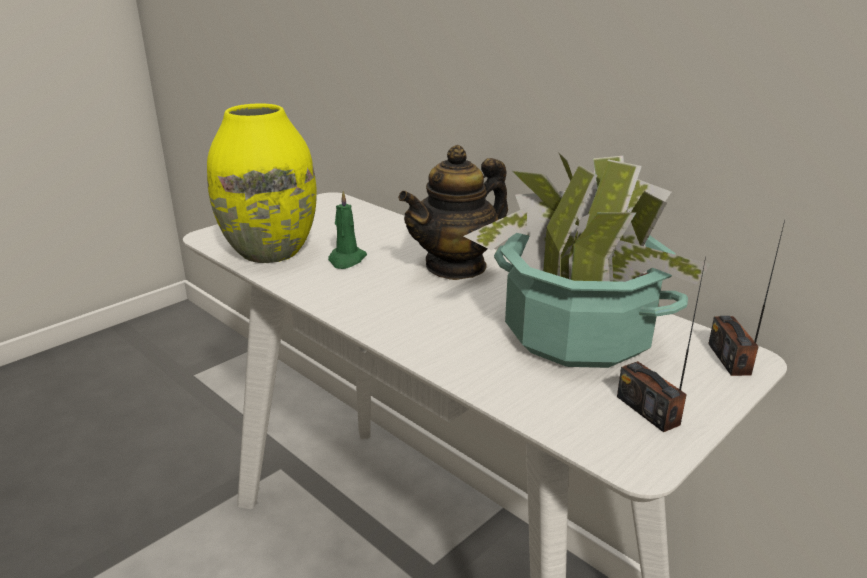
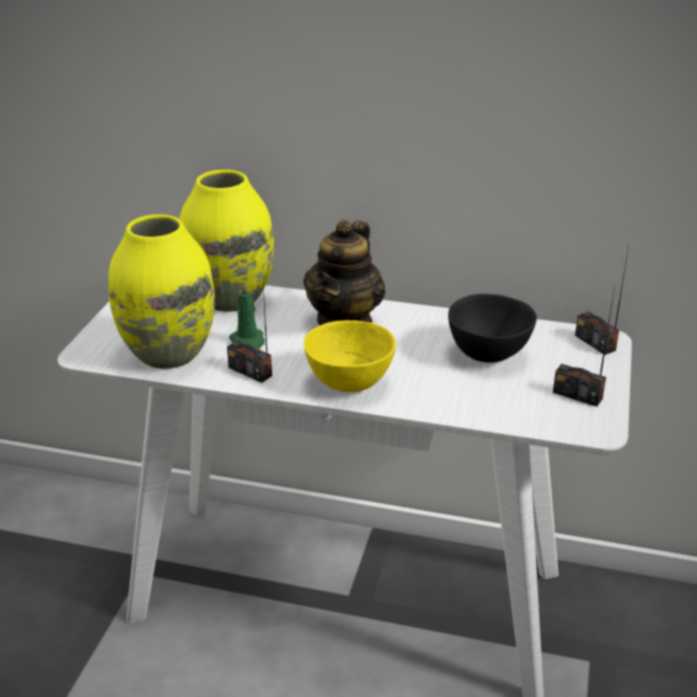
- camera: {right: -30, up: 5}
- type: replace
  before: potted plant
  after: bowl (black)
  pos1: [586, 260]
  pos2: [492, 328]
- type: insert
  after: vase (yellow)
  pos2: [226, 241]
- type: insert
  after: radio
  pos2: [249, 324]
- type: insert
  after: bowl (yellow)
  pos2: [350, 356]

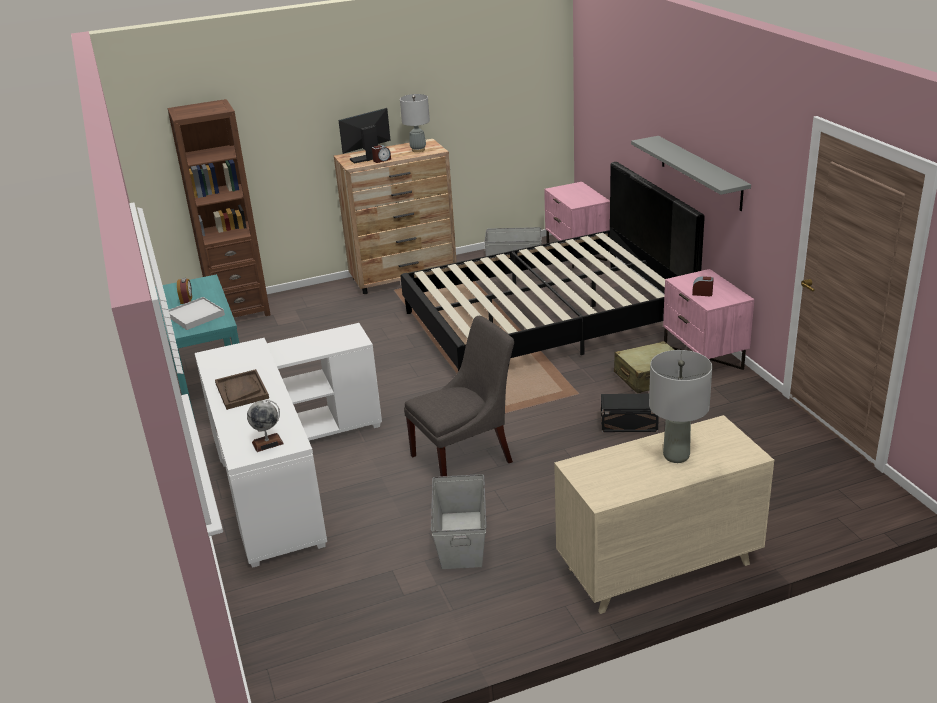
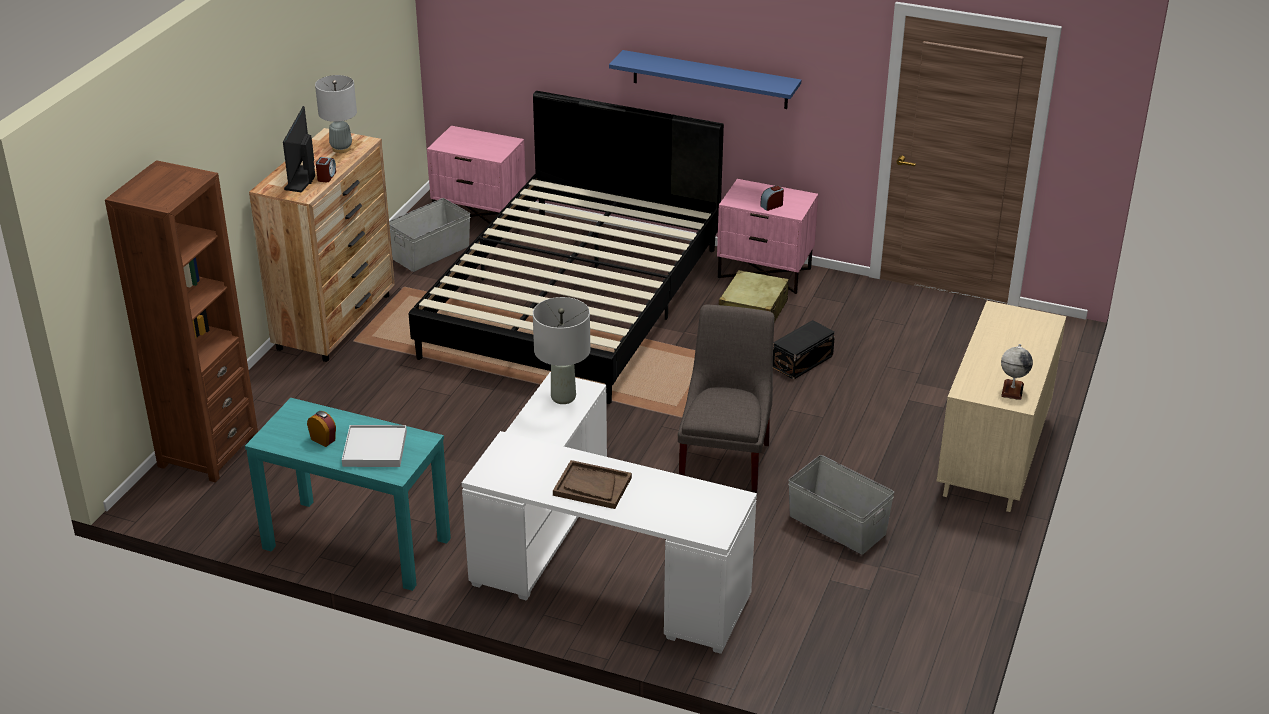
- camera: {right: -50, up: 5}
- type: recolor
  before: shelf (grey)
  after: shelf (blue)
  pos1: [691, 173]
  pos2: [705, 79]
- type: move
  before: table lamp (grey)
  pos1: [680, 406]
  pos2: [561, 350]
- type: move
  before: globe
  pos1: [265, 425]
  pos2: [1017, 372]

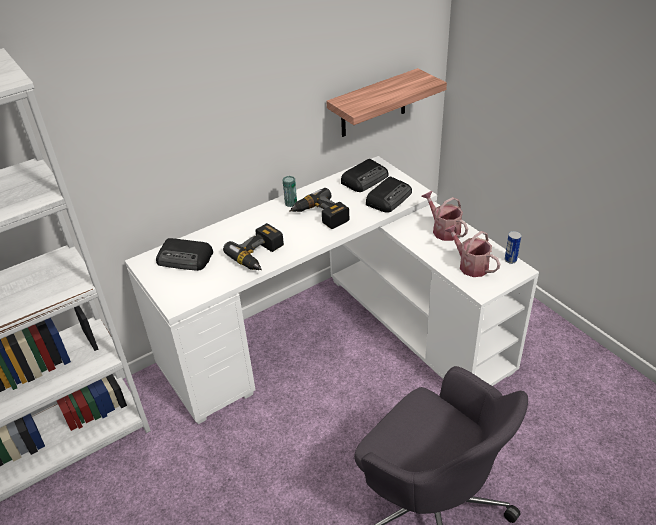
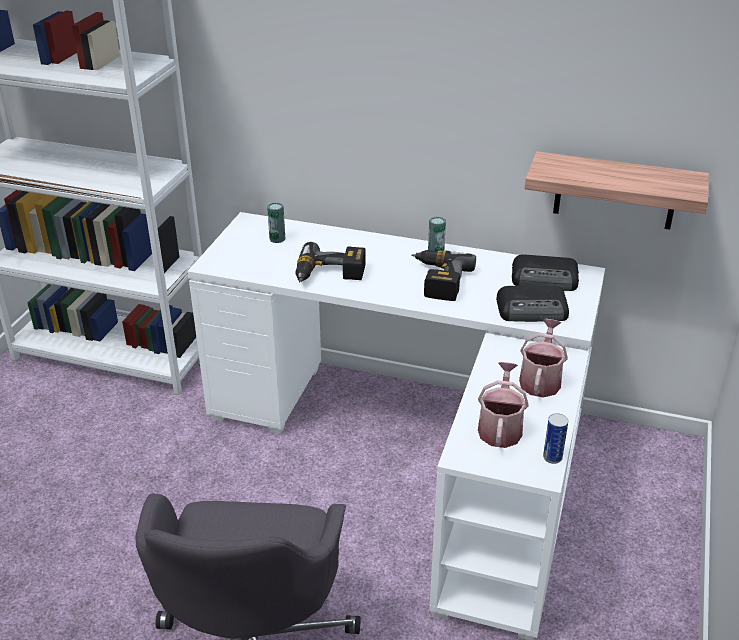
- camera: {right: 50, up: -5}
- type: replace
  before: radio
  after: can
  pos1: [184, 254]
  pos2: [276, 223]

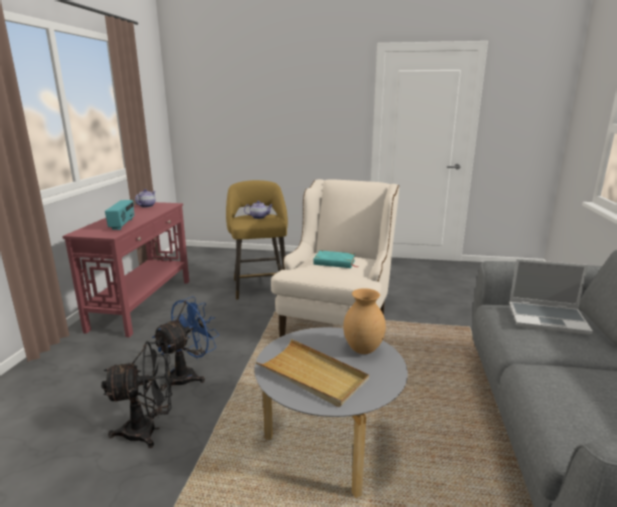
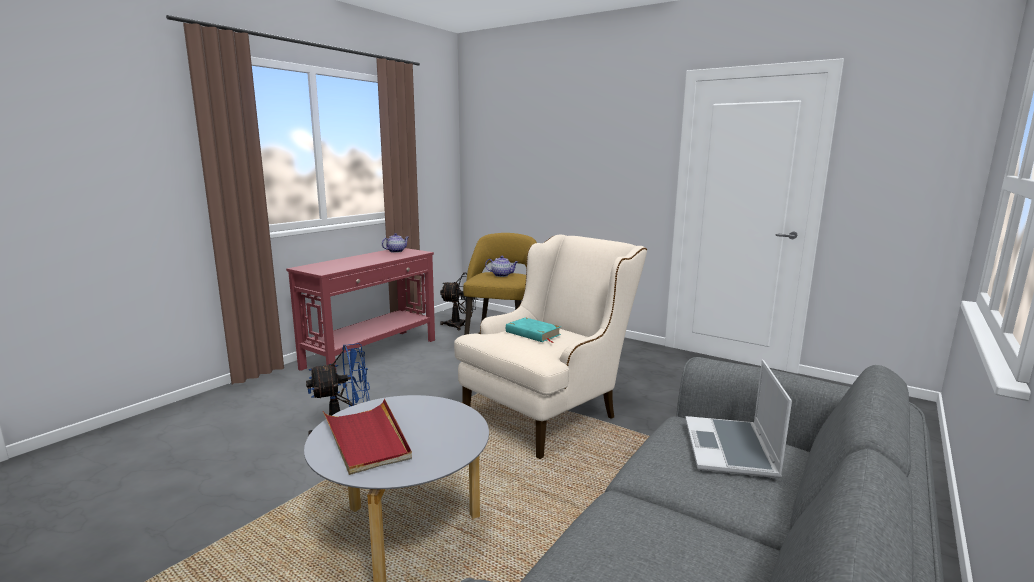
- camera: {right: 25, up: -5}
- type: delete
  before: radio
  pos1: [119, 215]
- type: rotate
  before: laptop
  pos1: [551, 297]
  pos2: [738, 419]
  turn: 60
- type: delete
  before: vase (brown)
  pos1: [364, 321]
- type: recolor
  before: tray (beige)
  after: tray (red)
  pos1: [312, 373]
  pos2: [367, 437]
- type: move
  before: fan (black)
  pos1: [136, 394]
  pos2: [459, 301]

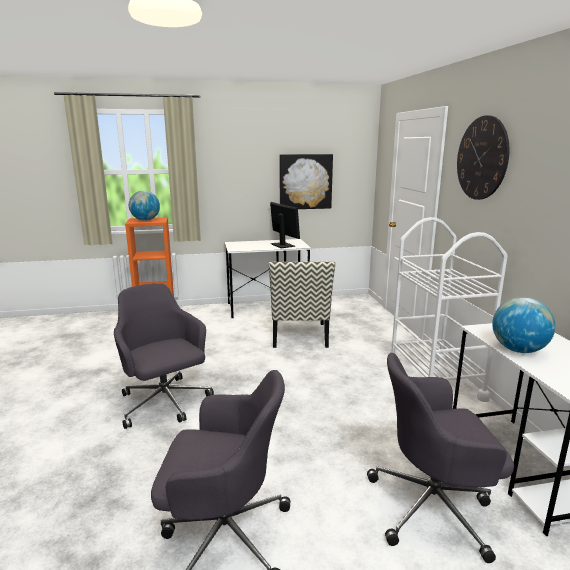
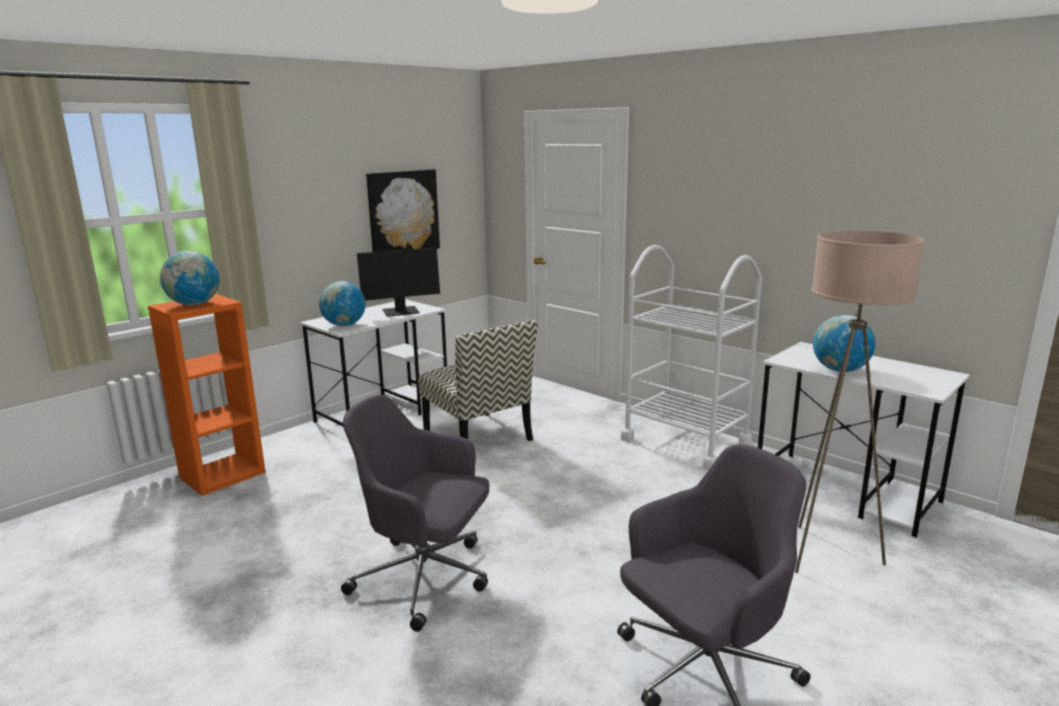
- camera: {right: -35, up: 0}
- type: delete
  before: wall clock
  pos1: [483, 157]
- type: rotate
  before: monitor
  pos1: [285, 225]
  pos2: [398, 282]
  turn: 135
- type: replace
  before: office chair (grey)
  after: floor lamp (beige)
  pos1: [440, 458]
  pos2: [860, 401]
- type: insert
  after: globe
  pos2: [342, 303]

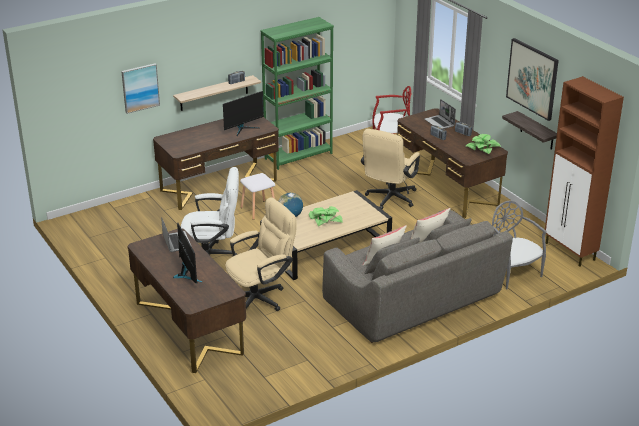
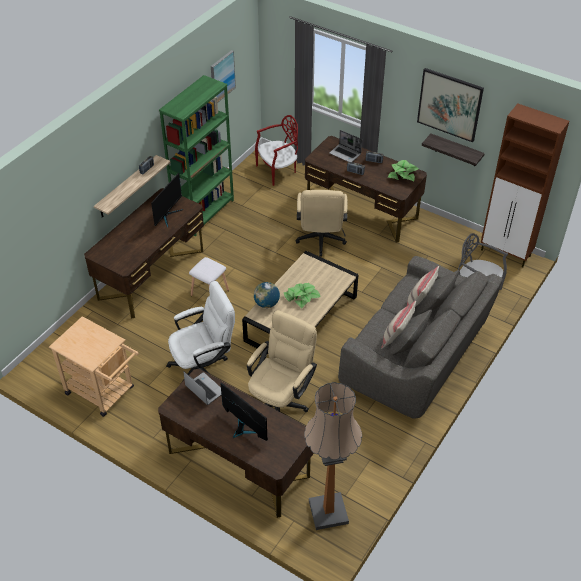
- camera: {right: -25, up: 15}
- type: move
  before: picture
  pos1: [140, 88]
  pos2: [223, 76]
- type: insert
  after: cart (beige)
  pos2: [94, 366]
- type: insert
  after: floor lamp
  pos2: [333, 456]

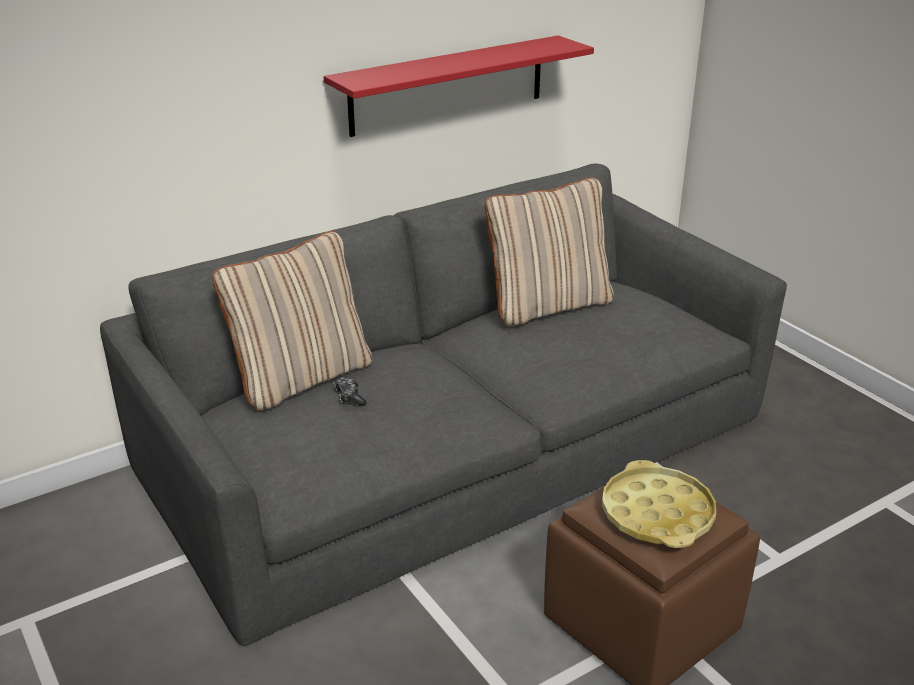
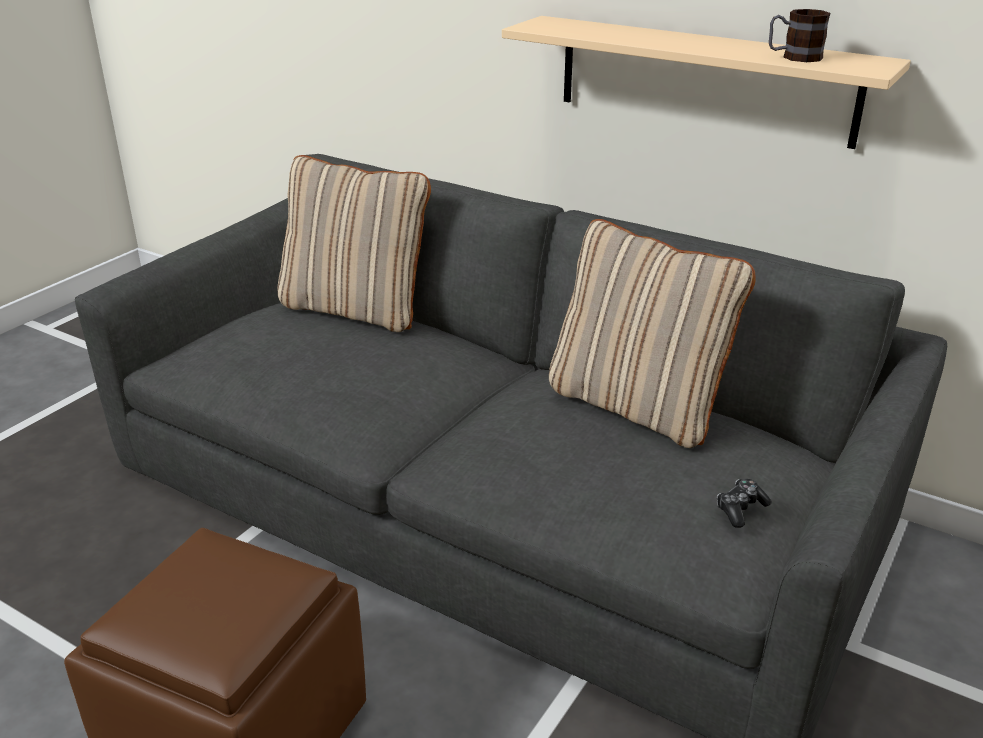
- camera: {right: 65, up: 0}
- type: recolor
  before: shelf (red)
  after: shelf (beige)
  pos1: [459, 86]
  pos2: [706, 82]
- type: move
  before: game controller
  pos1: [350, 391]
  pos2: [744, 503]
- type: delete
  before: tray (yellow)
  pos1: [659, 504]
- type: insert
  after: mug
  pos2: [800, 35]

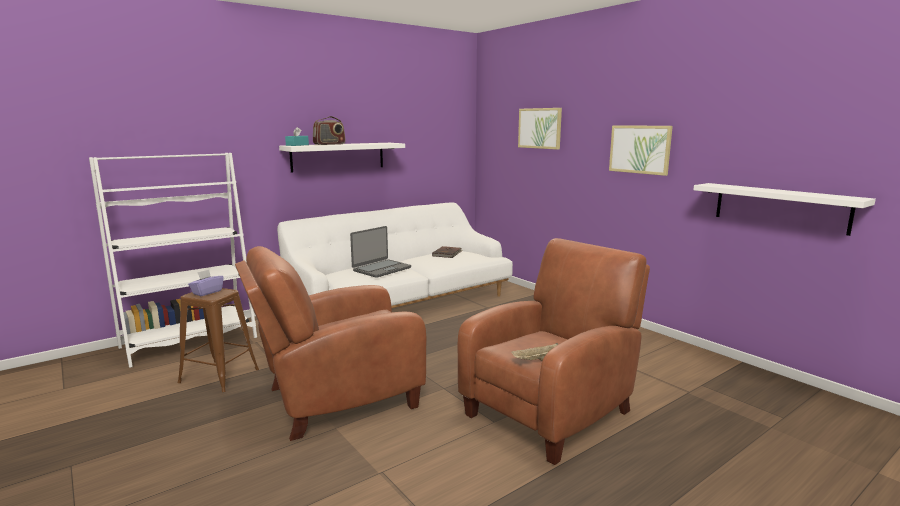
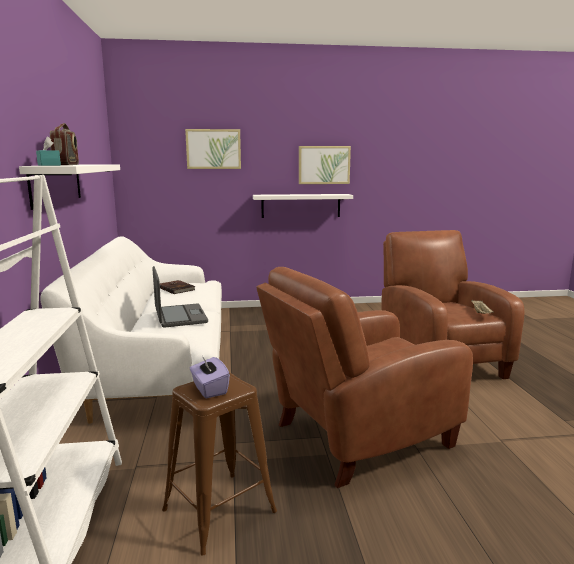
- camera: {right: -60, up: 0}
- type: move
  before: shelf (white)
  pos1: [785, 209]
  pos2: [303, 206]
- type: rotate
  before: armchair (brown)
  pos1: [330, 343]
  pos2: [364, 377]
  turn: 60

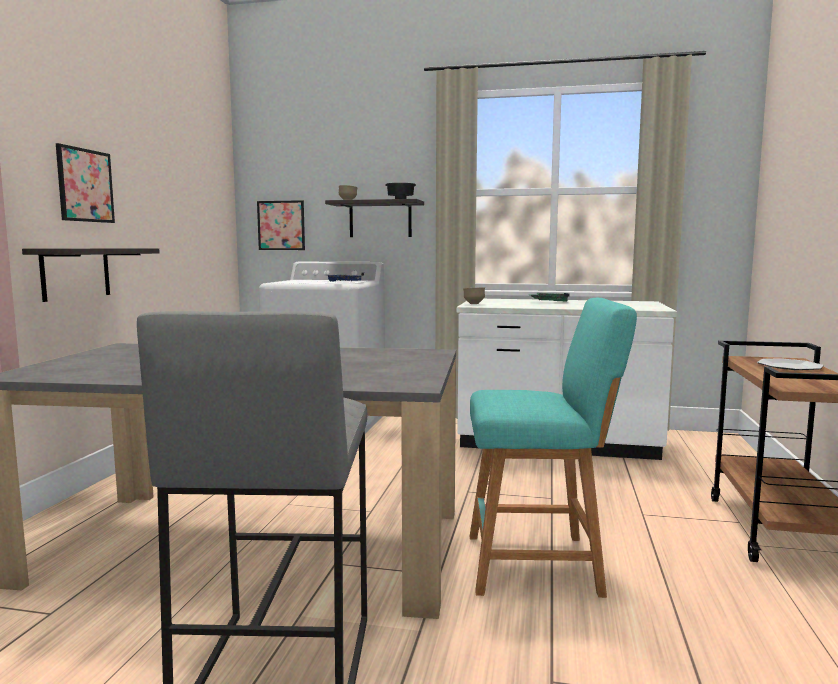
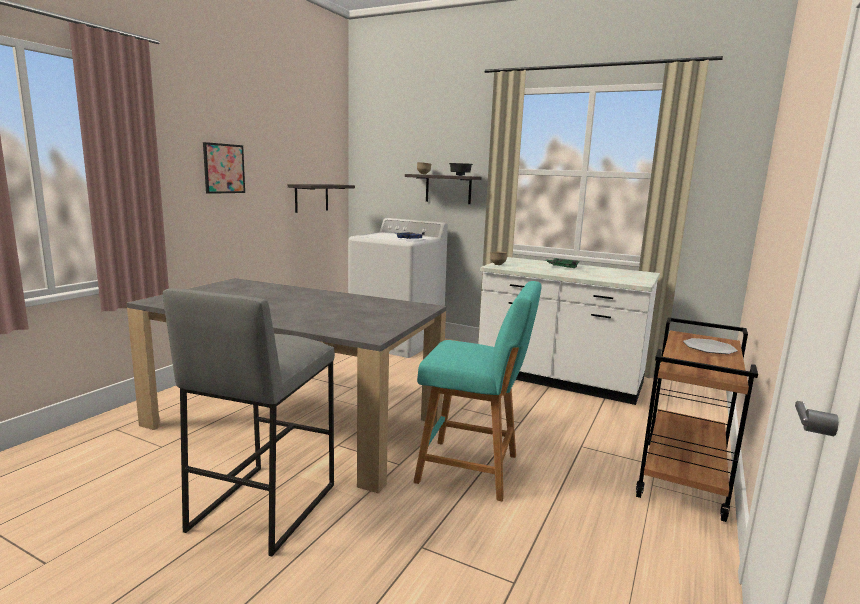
- camera: {right: 15, up: 5}
- type: delete
  before: picture
  pos1: [281, 225]
- type: move
  before: shelf
  pos1: [91, 275]
  pos2: [321, 198]

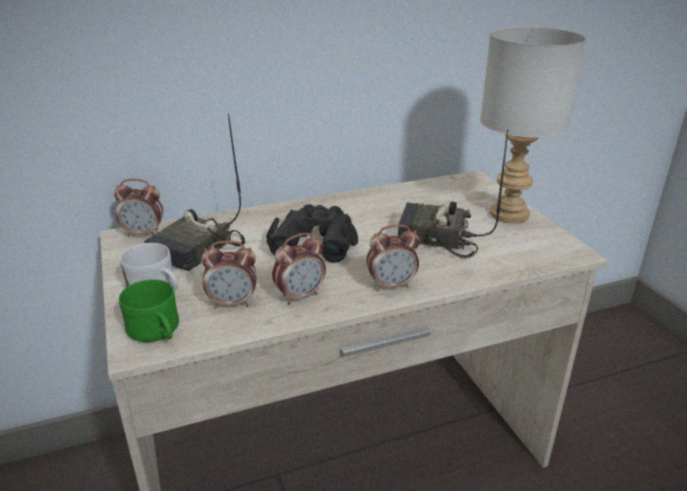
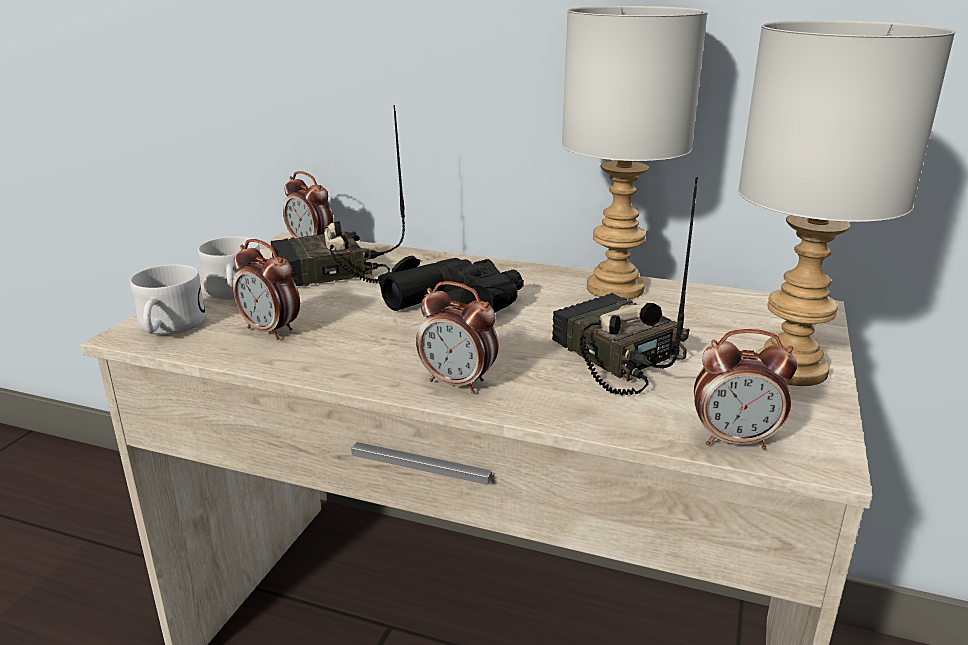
- camera: {right: 40, up: -5}
- type: move
  before: alarm clock
  pos1: [299, 269]
  pos2: [746, 389]
- type: recolor
  before: mug (green)
  after: mug (white)
  pos1: [149, 310]
  pos2: [167, 299]
- type: insert
  after: table lamp (grey)
  pos2: [635, 153]

